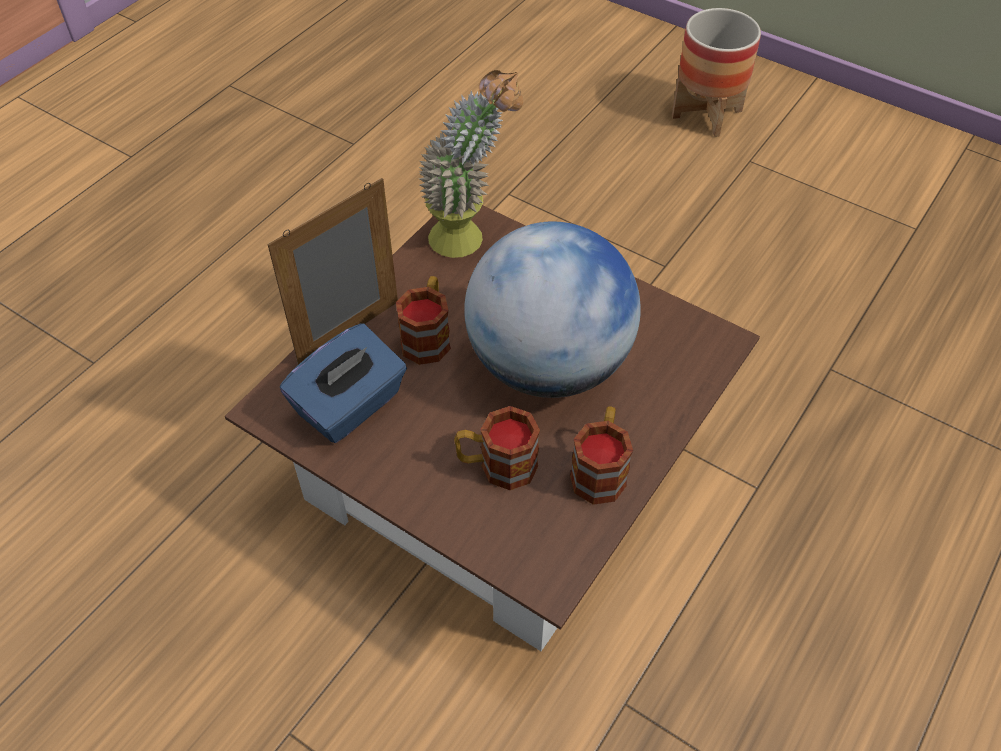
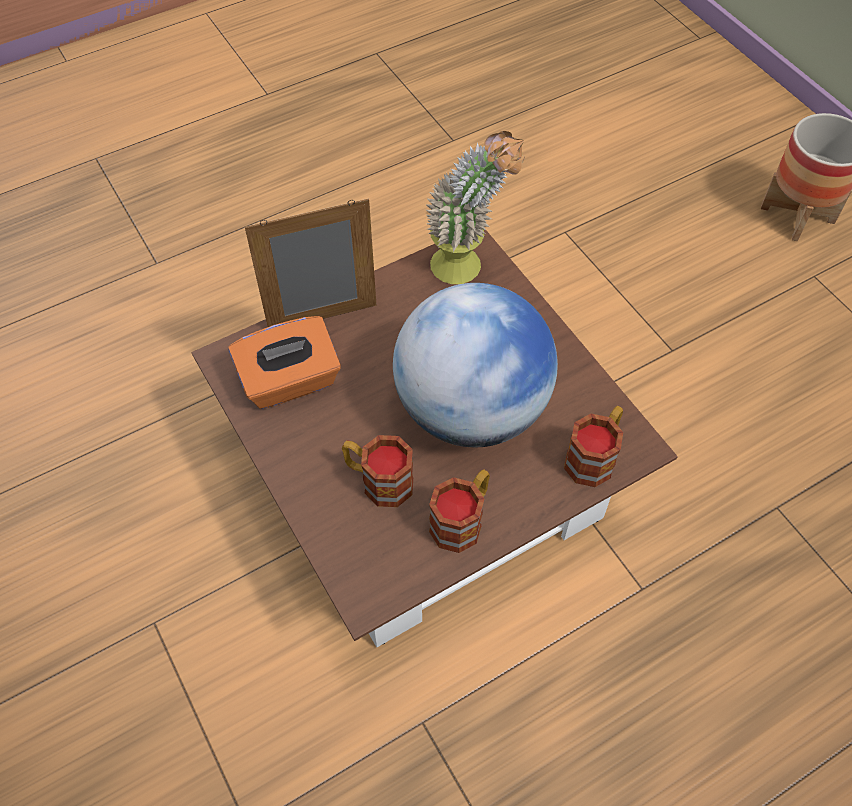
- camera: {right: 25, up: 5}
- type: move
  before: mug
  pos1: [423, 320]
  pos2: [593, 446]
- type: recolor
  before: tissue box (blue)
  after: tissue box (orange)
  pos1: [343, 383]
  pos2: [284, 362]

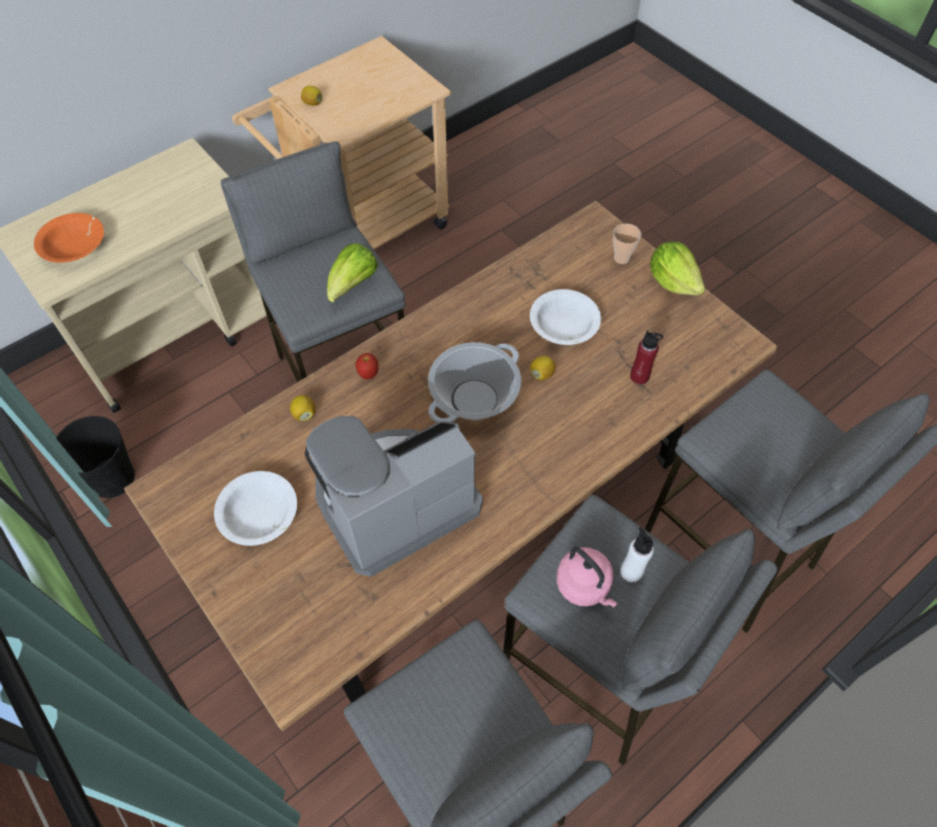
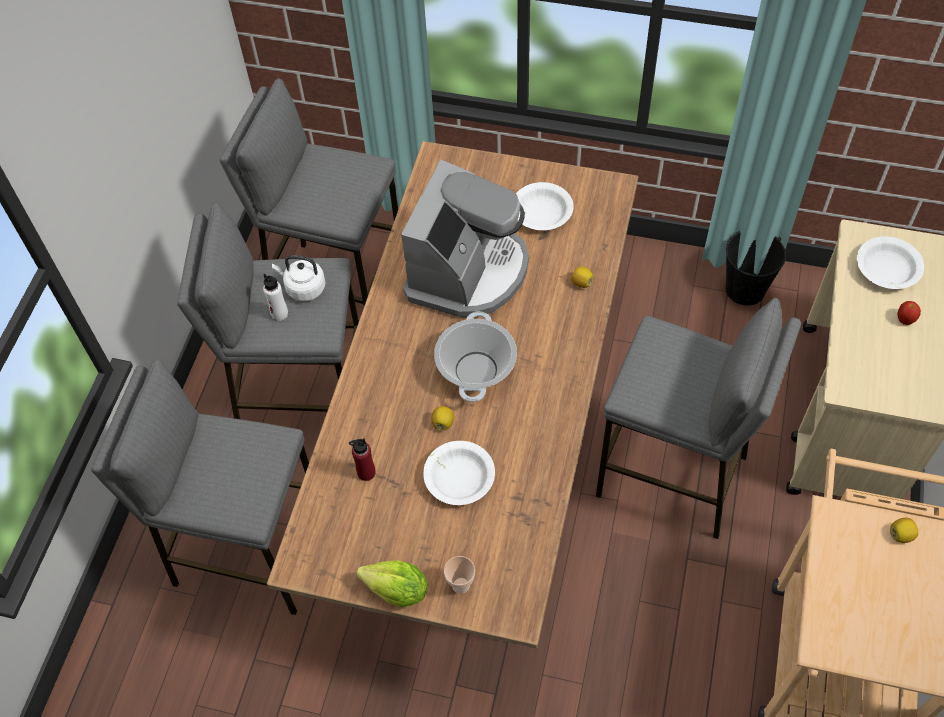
- camera: {right: 145, up: 0}
- type: recolor
  before: bowl (orange)
  after: bowl (white)
  pos1: [69, 238]
  pos2: [890, 262]
- type: delete
  before: lettuce
  pos1: [352, 272]
- type: move
  before: apple
  pos1: [366, 366]
  pos2: [909, 313]
- type: recolor
  before: kettle (pink)
  after: kettle (white)
  pos1: [587, 577]
  pos2: [299, 278]

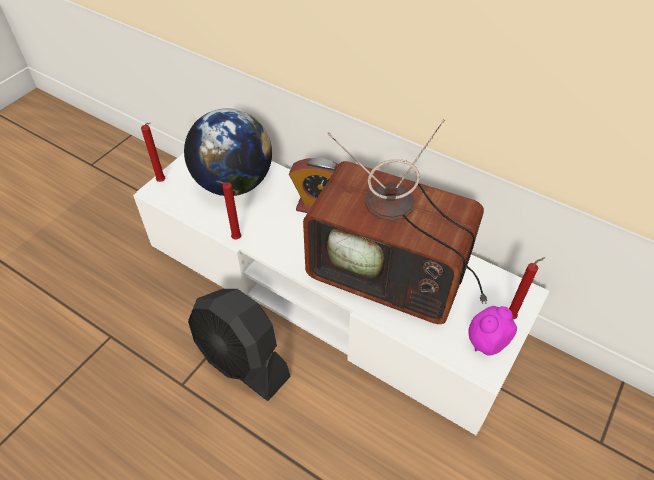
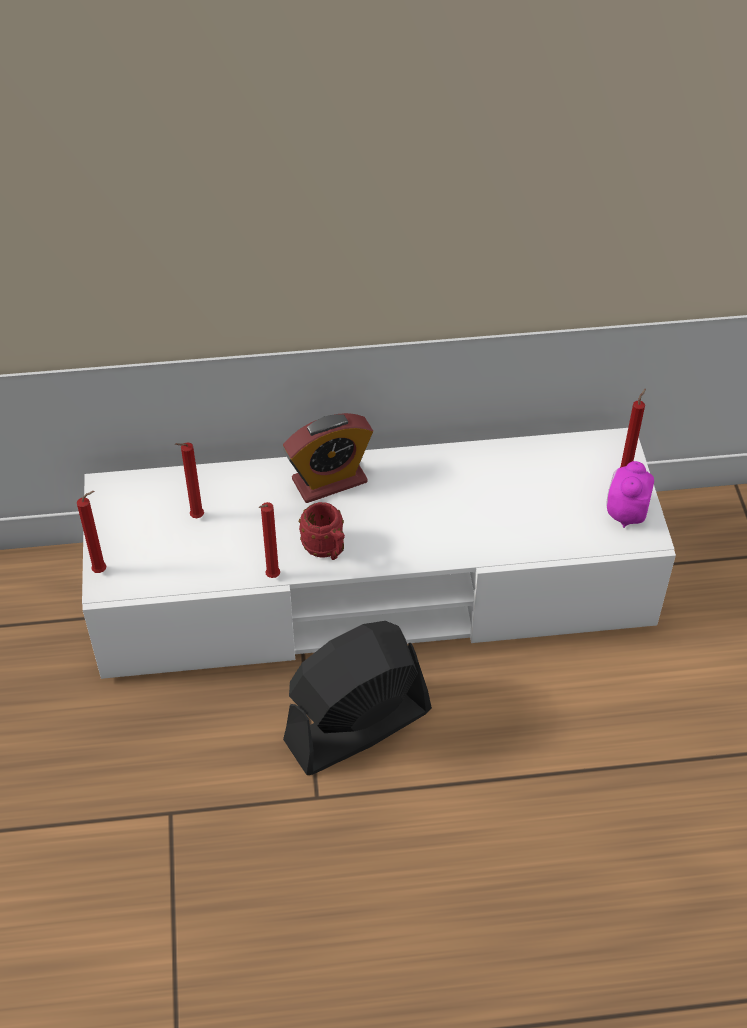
- camera: {right: -40, up: 0}
- type: replace
  before: globe
  after: candle (red)
  pos1: [228, 152]
  pos2: [189, 480]
- type: delete
  before: television
  pos1: [395, 221]
- type: rotate
  before: fan (black)
  pos1: [239, 345]
  pos2: [357, 698]
  turn: 150
- type: insert
  after: mug (red)
  pos2: [322, 531]

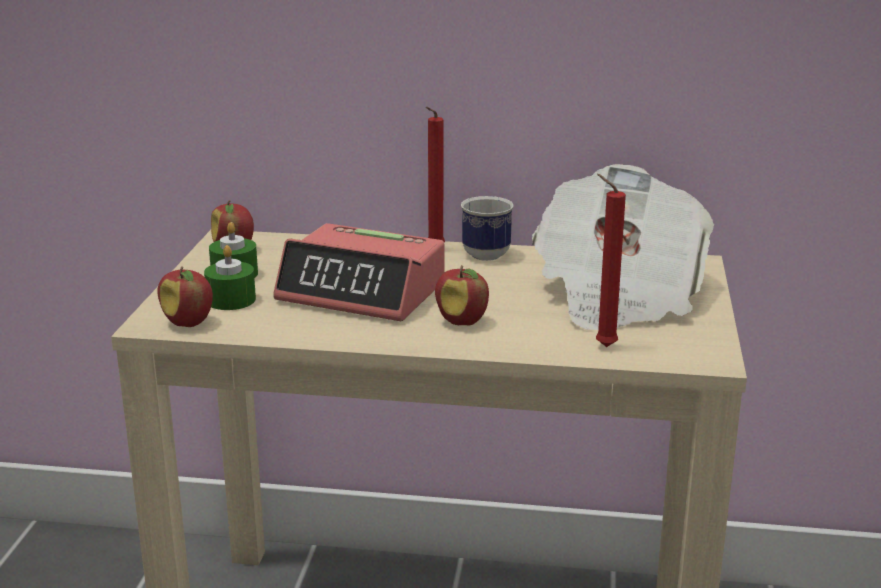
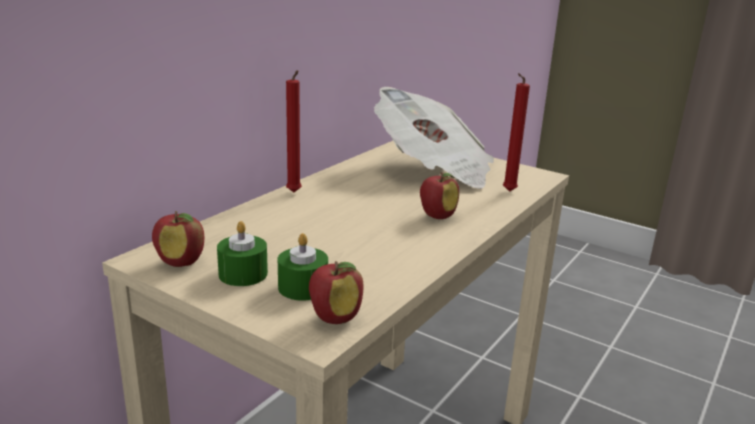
- camera: {right: -65, up: 0}
- type: delete
  before: mug
  pos1: [487, 228]
- type: delete
  before: alarm clock
  pos1: [359, 272]

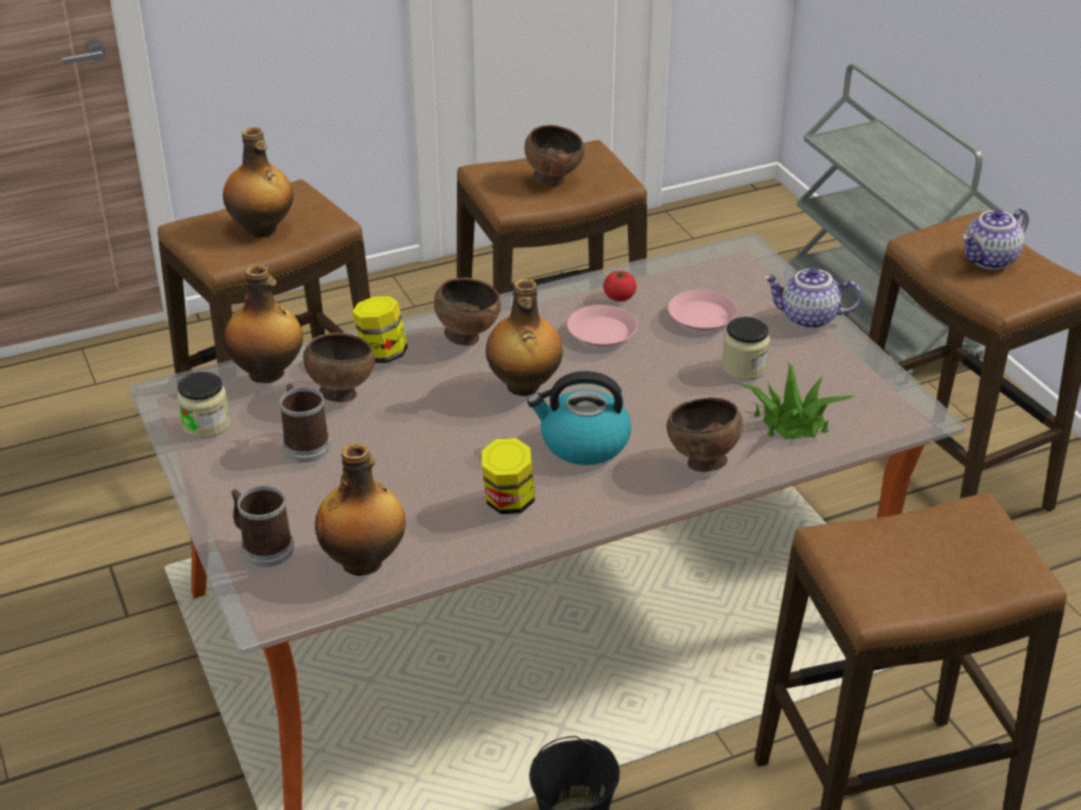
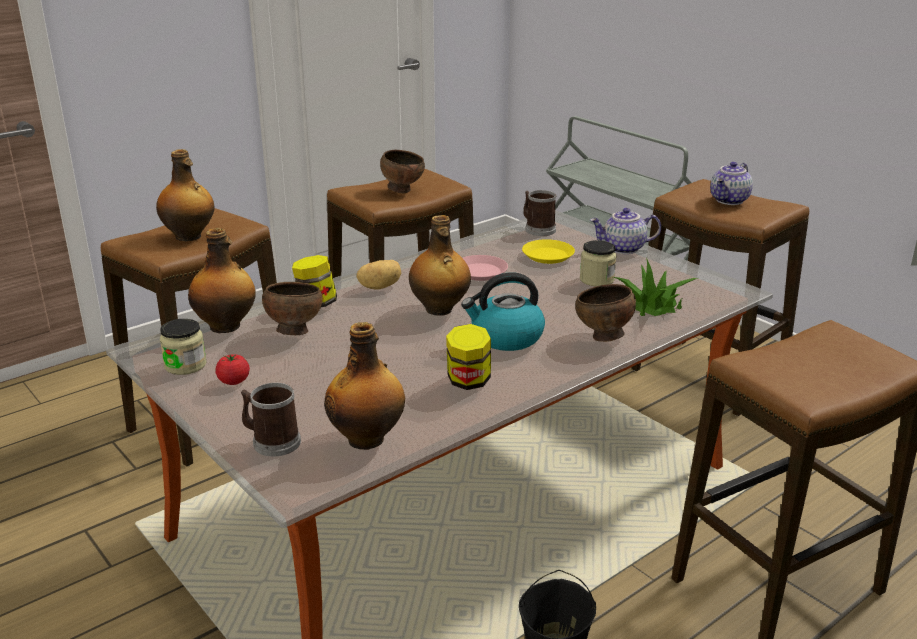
- camera: {right: -15, up: -10}
- type: move
  before: tomato
  pos1: [620, 286]
  pos2: [232, 369]
- type: replace
  before: bowl (brown)
  after: potato
  pos1: [467, 311]
  pos2: [379, 274]
- type: recolor
  before: plate (pink)
  after: plate (yellow)
  pos1: [702, 310]
  pos2: [548, 251]
- type: move
  before: mug
  pos1: [305, 423]
  pos2: [540, 213]

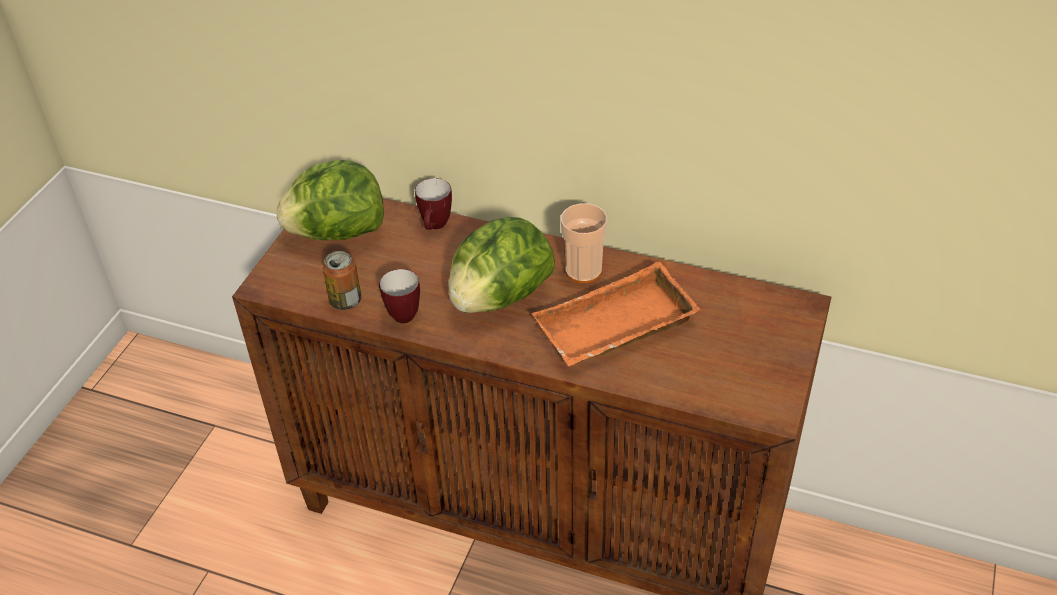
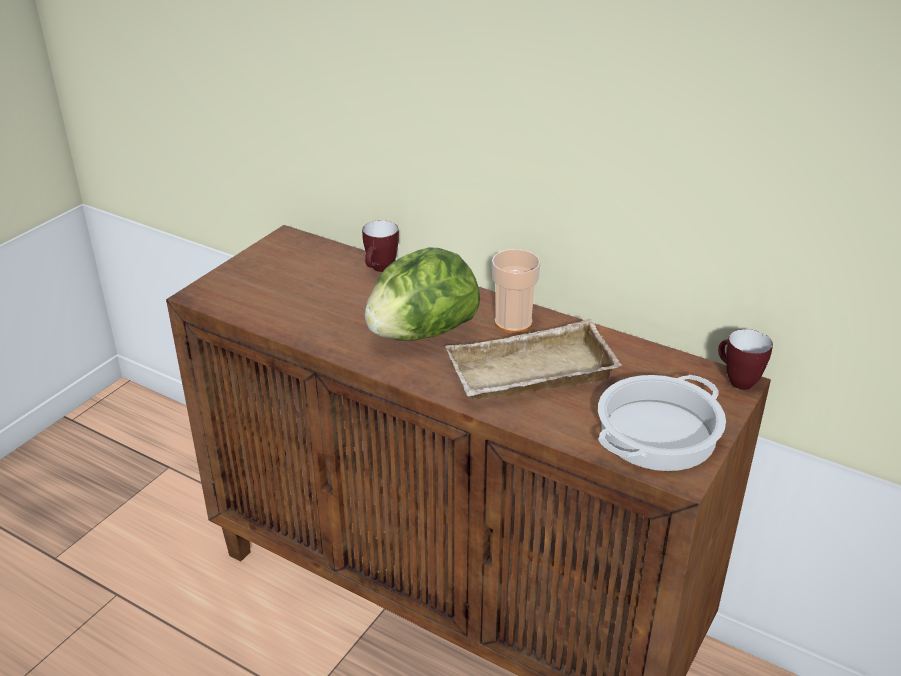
- camera: {right: 10, up: -10}
- type: delete
  before: lettuce
  pos1: [330, 200]
- type: delete
  before: can
  pos1: [342, 280]
- type: recolor
  before: tray (orange)
  after: tray (beige)
  pos1: [616, 314]
  pos2: [533, 359]
- type: move
  before: mug
  pos1: [399, 296]
  pos2: [745, 359]
- type: insert
  after: cooking pot
  pos2: [662, 423]

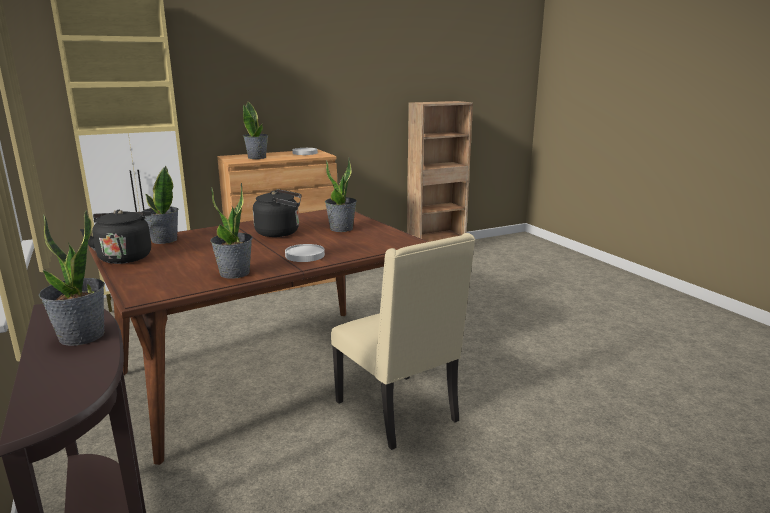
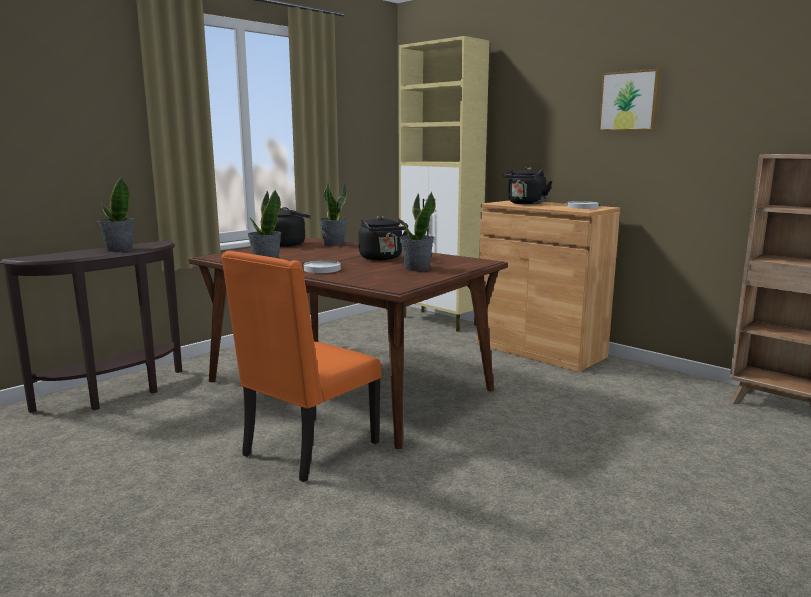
- camera: {right: 70, up: -5}
- type: replace
  before: potted plant
  after: kettle (black)
  pos1: [255, 130]
  pos2: [528, 186]
- type: recolor
  before: chair (beige)
  after: chair (orange)
  pos1: [403, 341]
  pos2: [301, 366]
- type: insert
  after: picture
  pos2: [629, 100]

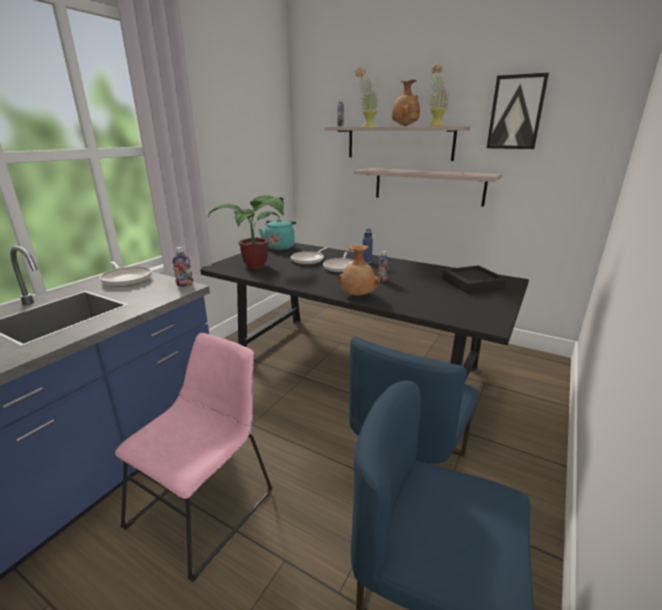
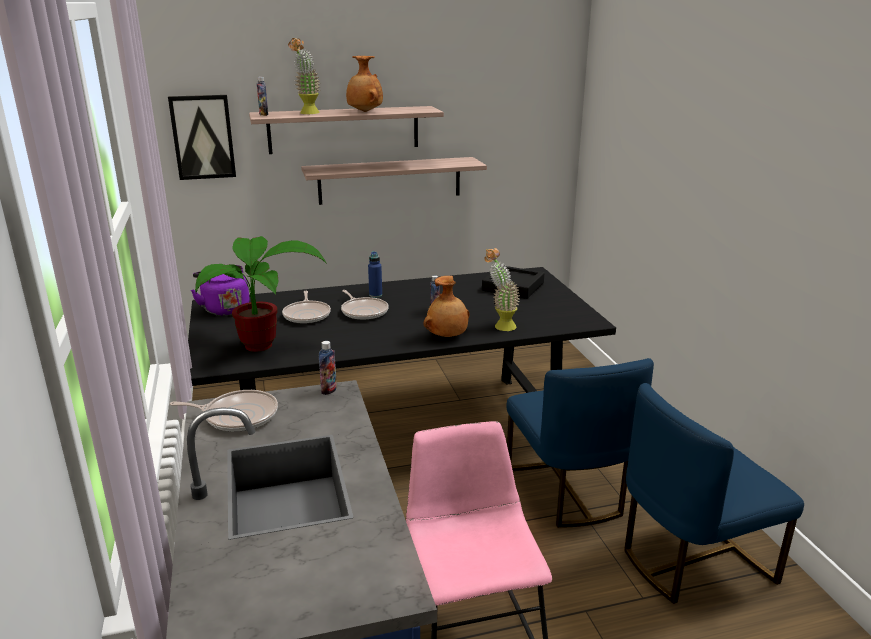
- camera: {right: -45, up: 0}
- type: move
  before: potted plant
  pos1: [439, 94]
  pos2: [502, 289]
- type: move
  before: picture
  pos1: [518, 111]
  pos2: [202, 137]
- type: recolor
  before: kettle (turquoise)
  after: kettle (purple)
  pos1: [277, 234]
  pos2: [220, 290]

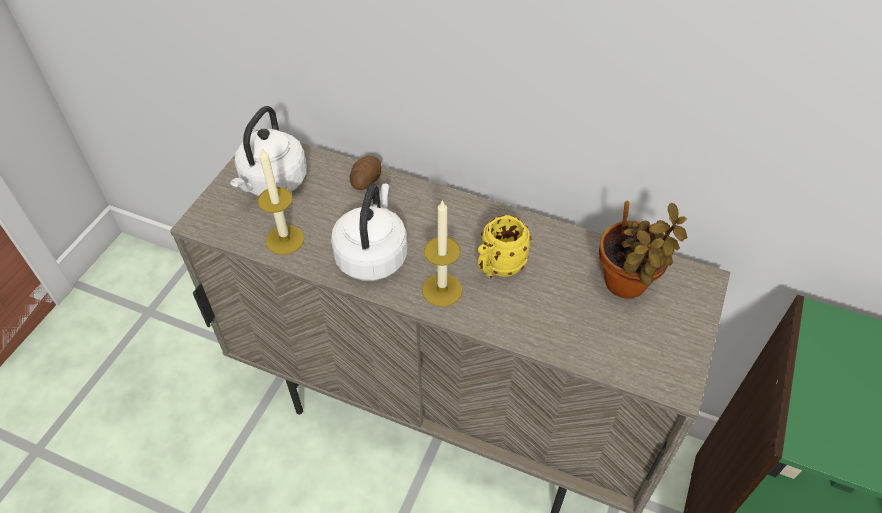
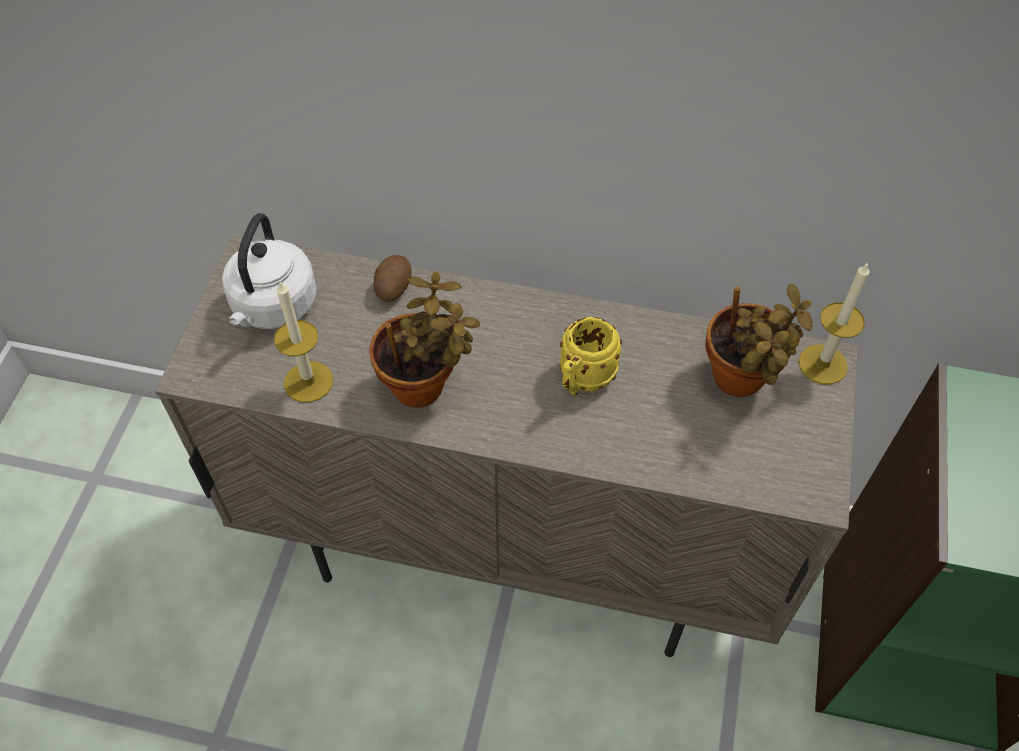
- camera: {right: -10, up: 5}
- type: replace
  before: kettle (white)
  after: potted plant
  pos1: [369, 232]
  pos2: [424, 339]
- type: move
  before: candle
  pos1: [442, 253]
  pos2: [834, 323]

